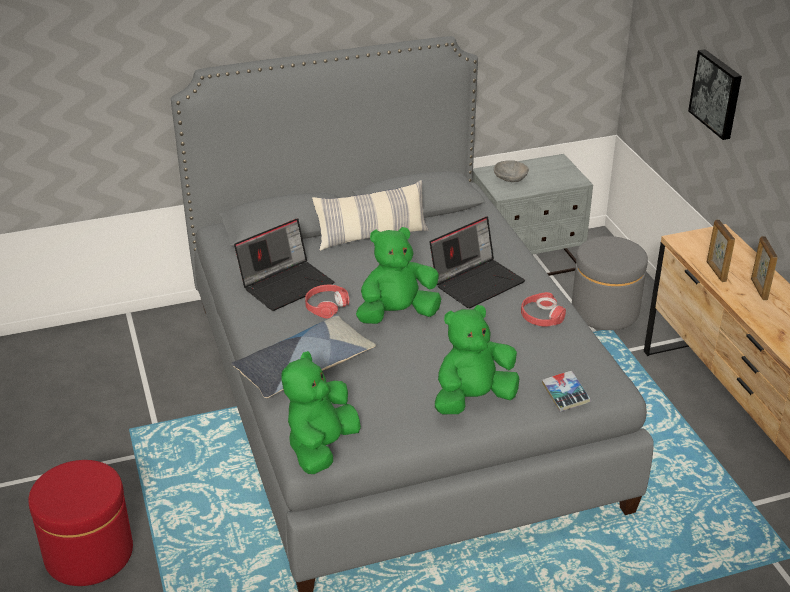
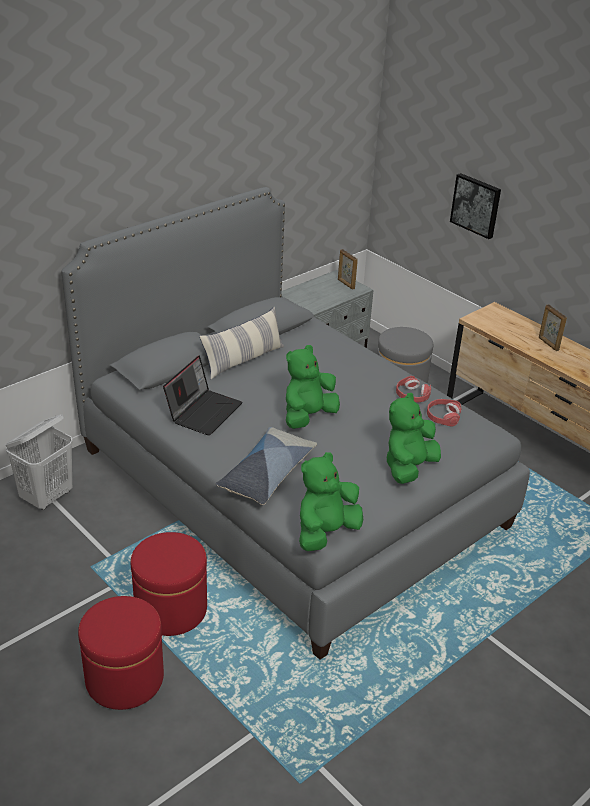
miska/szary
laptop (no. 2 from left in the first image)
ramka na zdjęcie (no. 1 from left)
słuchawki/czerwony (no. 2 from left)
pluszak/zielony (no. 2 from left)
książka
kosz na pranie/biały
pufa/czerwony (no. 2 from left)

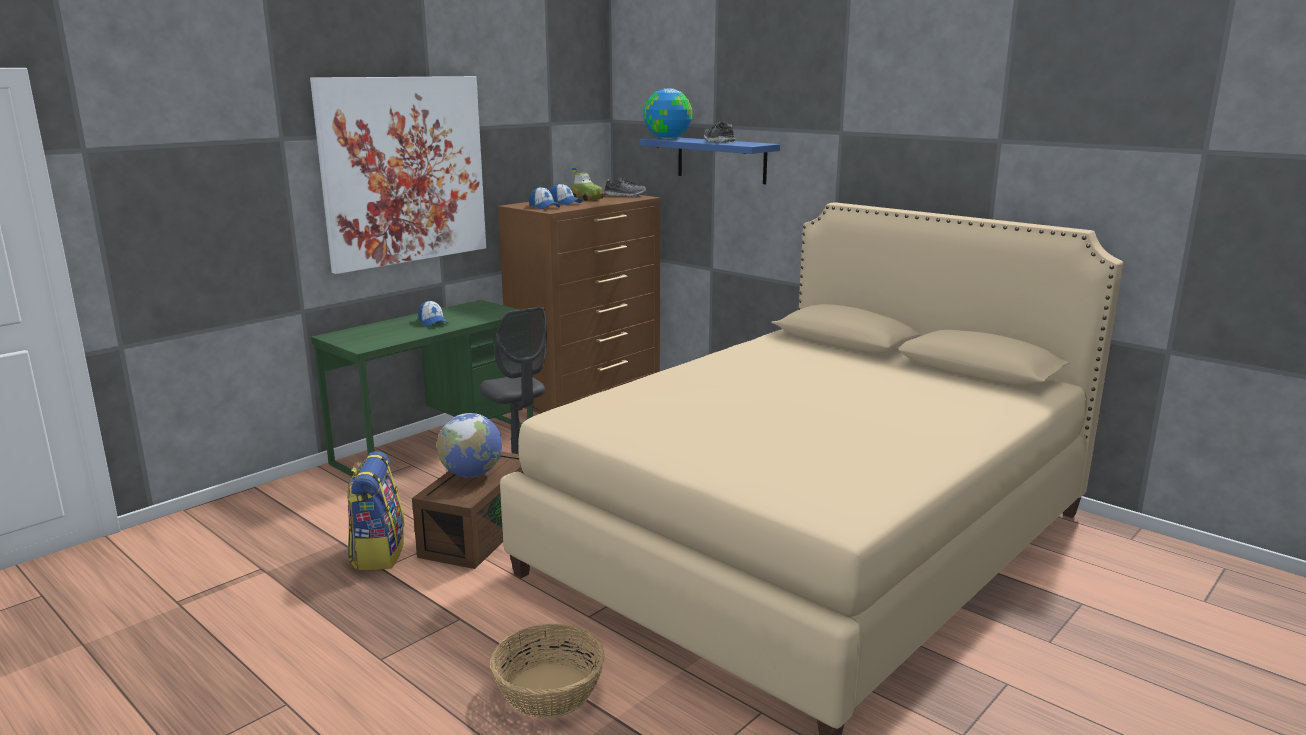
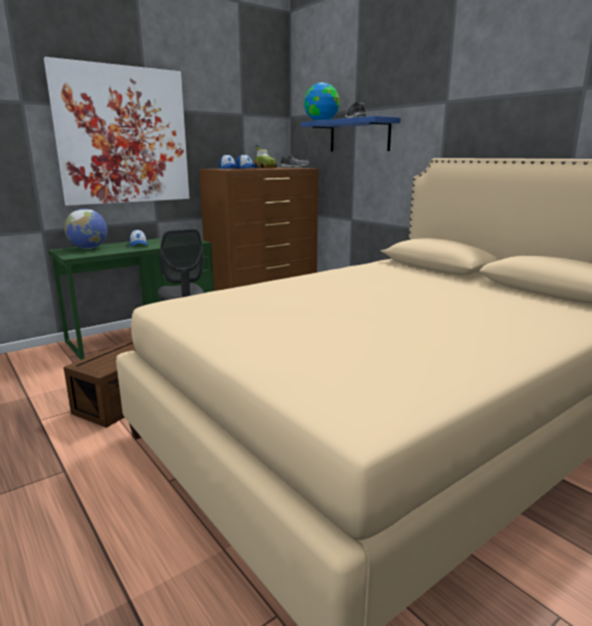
globus (no. 1 from left)
plecak
koszyk

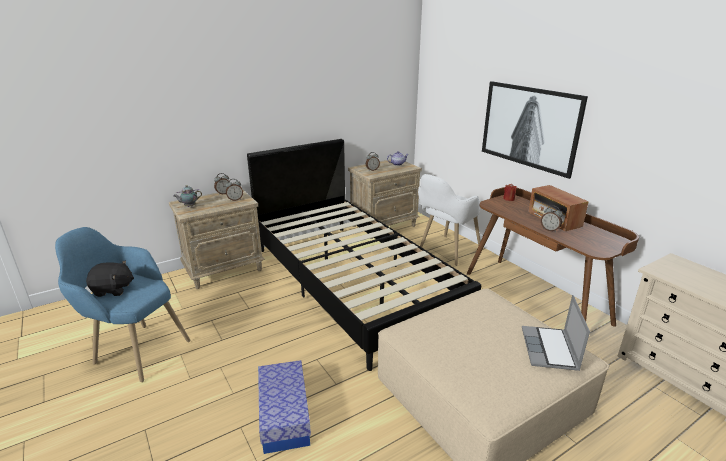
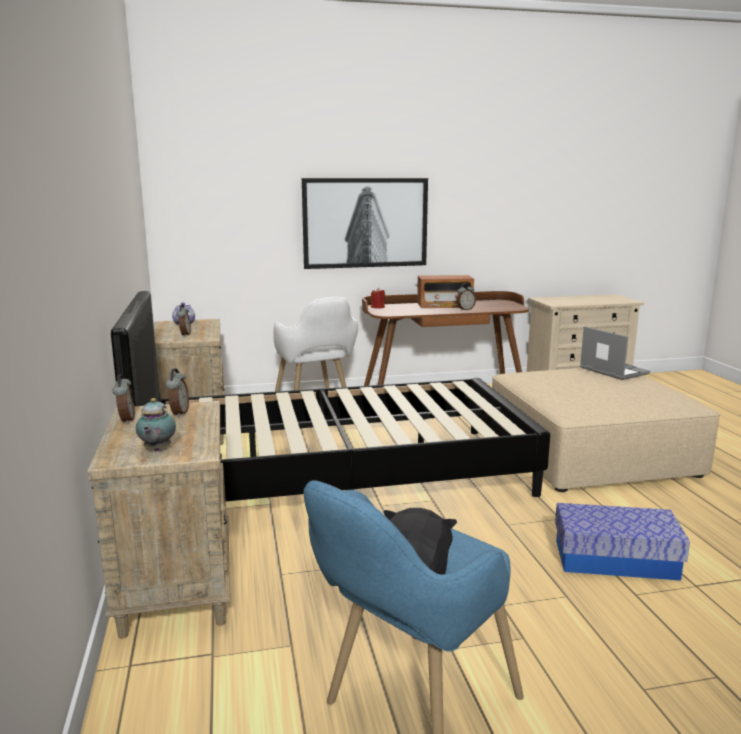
laptop

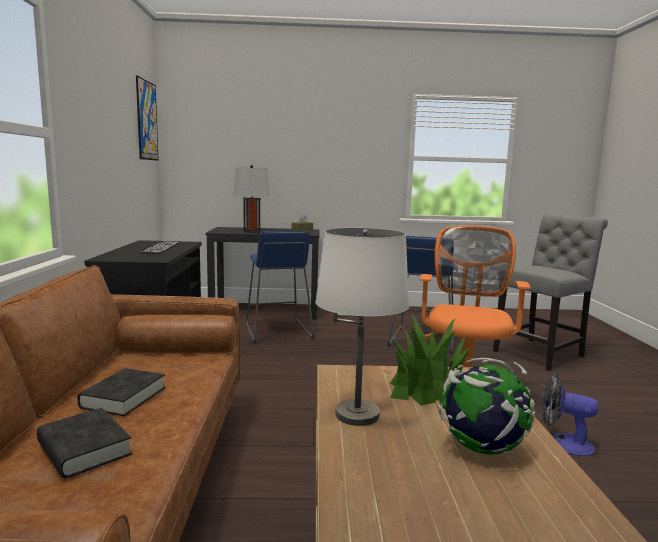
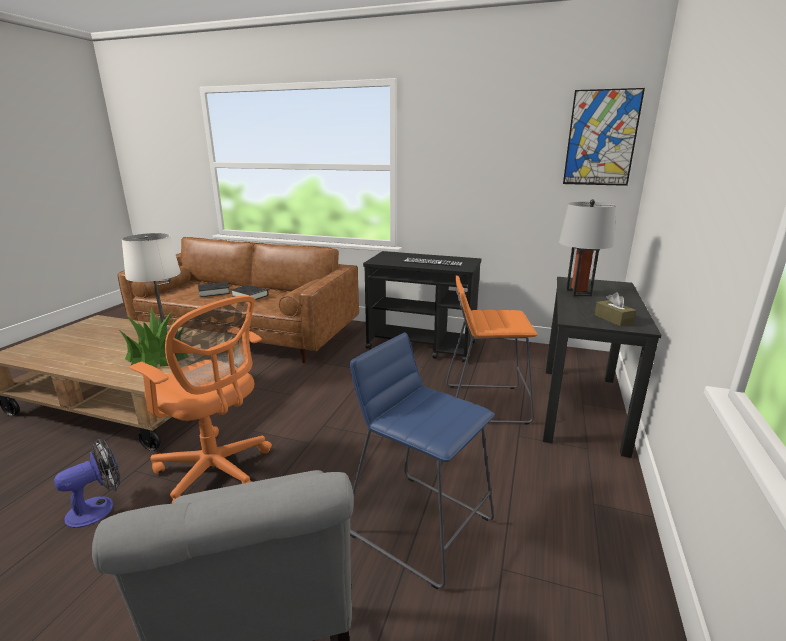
stołek/pomarańczowy
globus

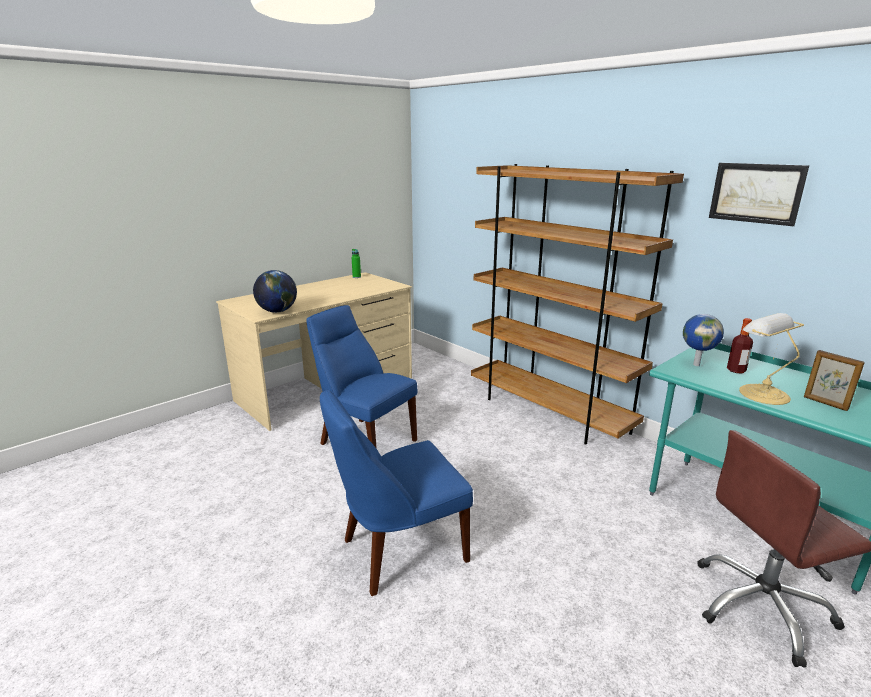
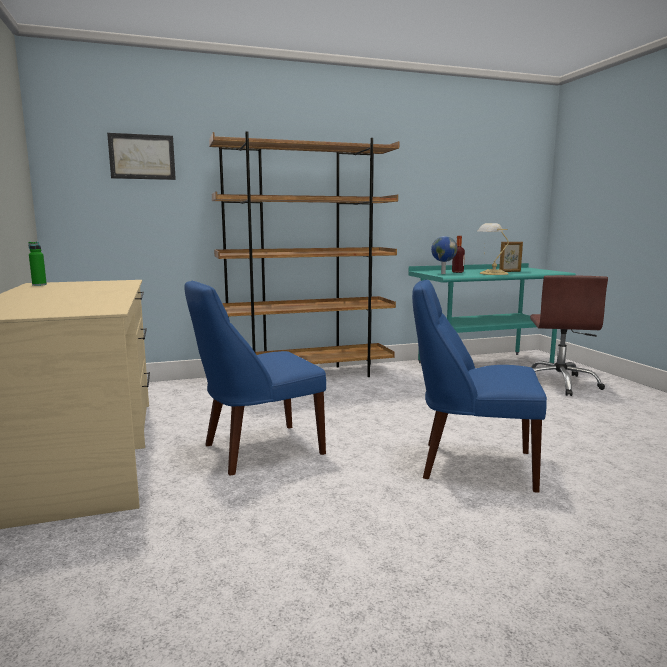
obraz
globus (no. 1 from left in the first image)
krzesło/niebieski (no. 2 from left)

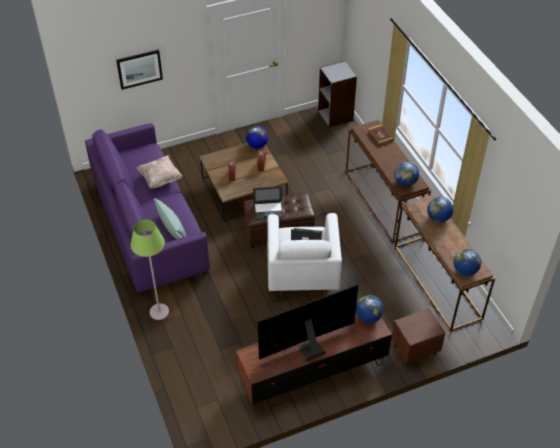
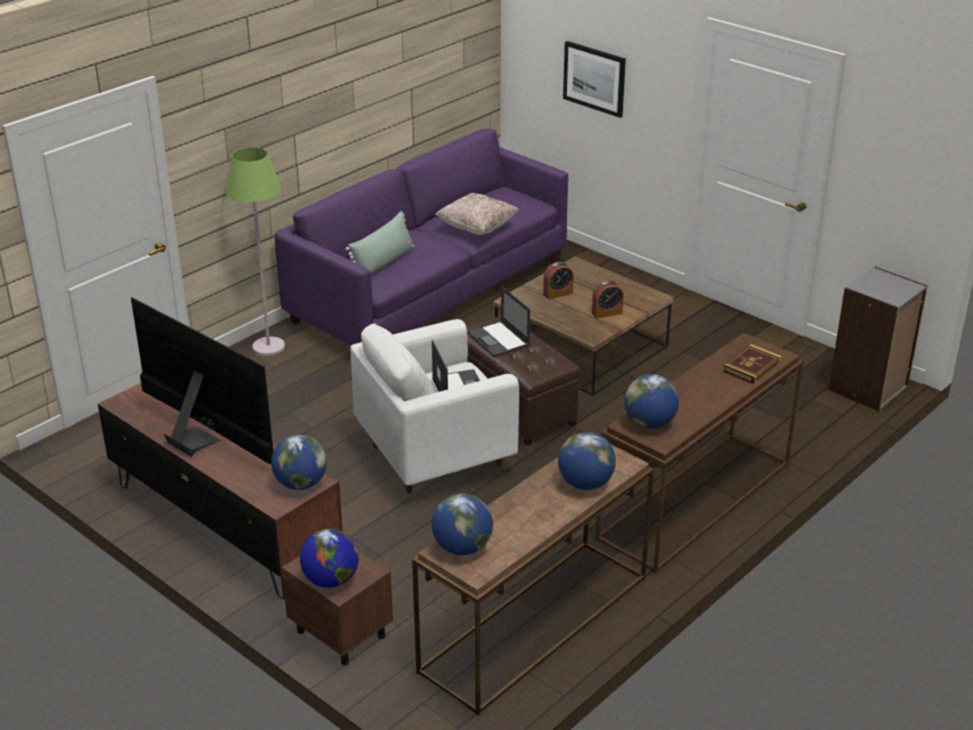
globus (no. 2 from left)

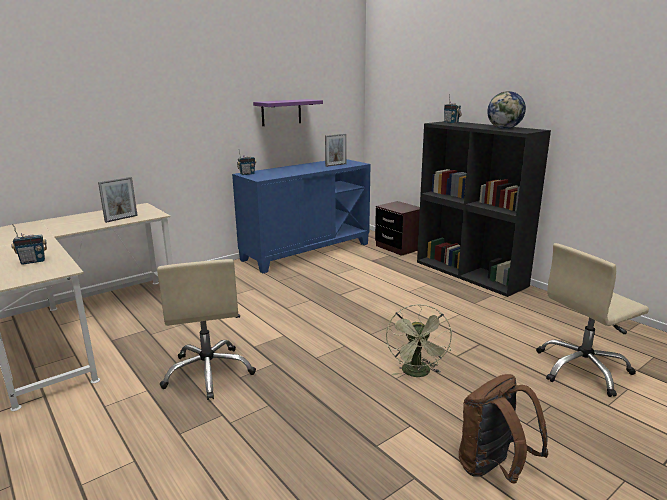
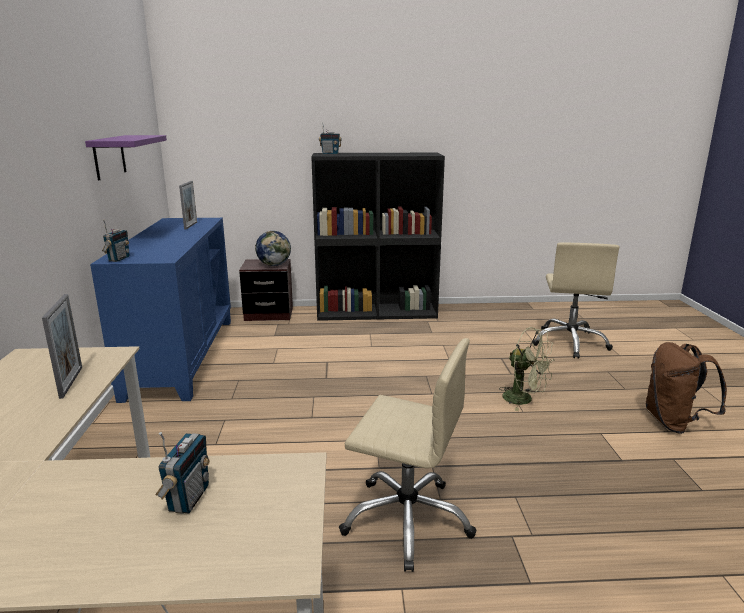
globus

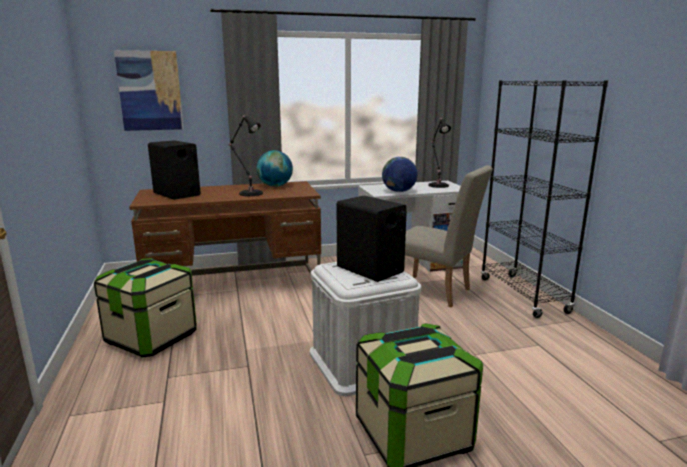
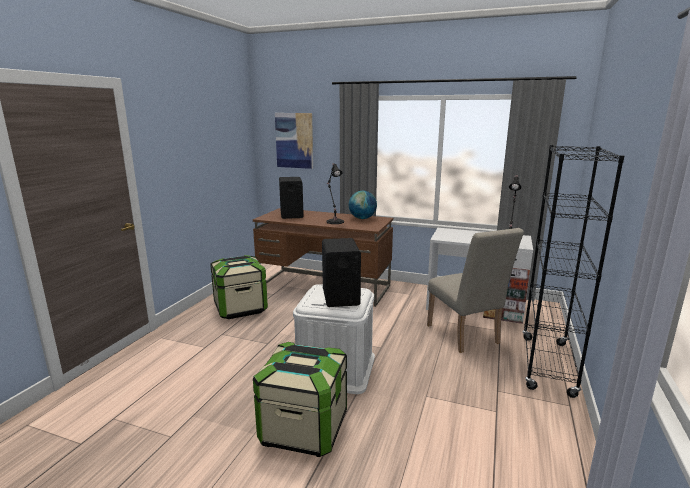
globus (no. 2 from left in the first image)

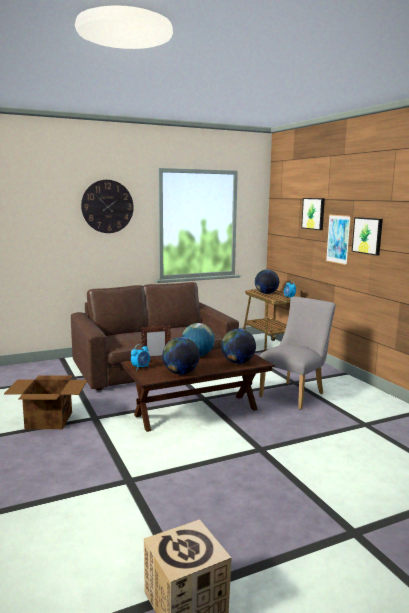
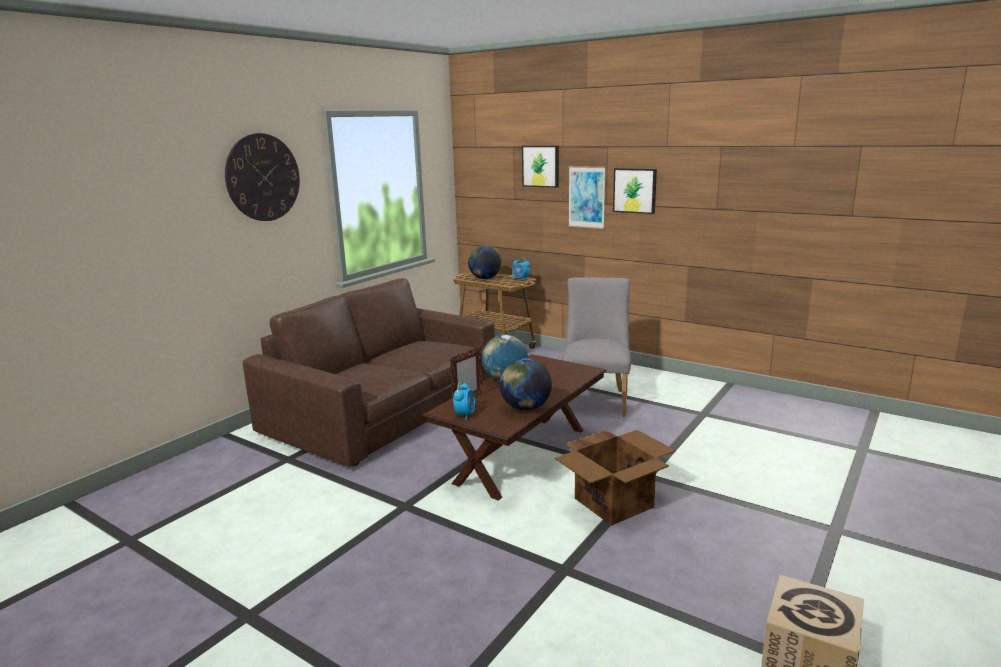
globus (no. 3 from left in the first image)
karton (no. 1 from left)

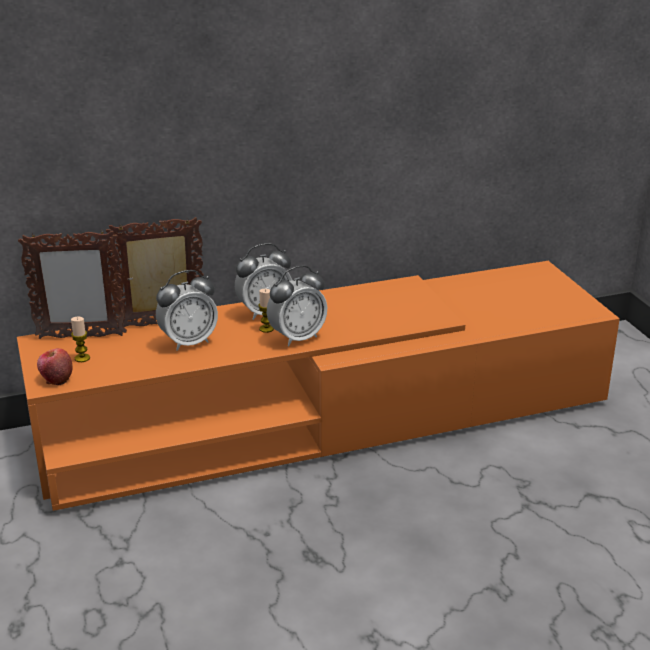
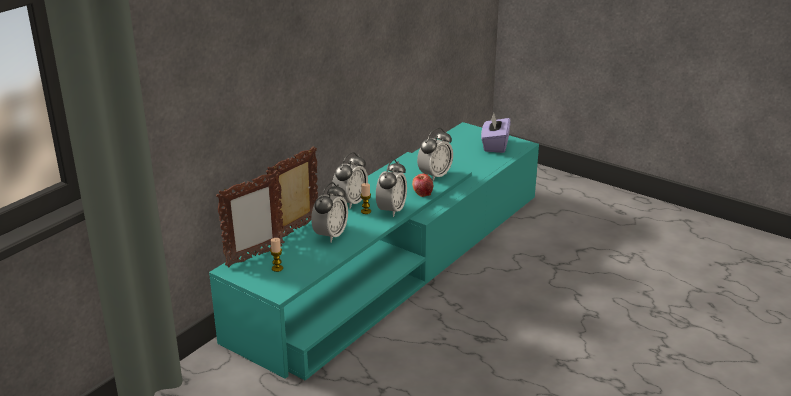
szafka pod telewizor/turkusowy
jabłko
pudełko chusteczek/fioletowy
budzik (no. 4 from left)

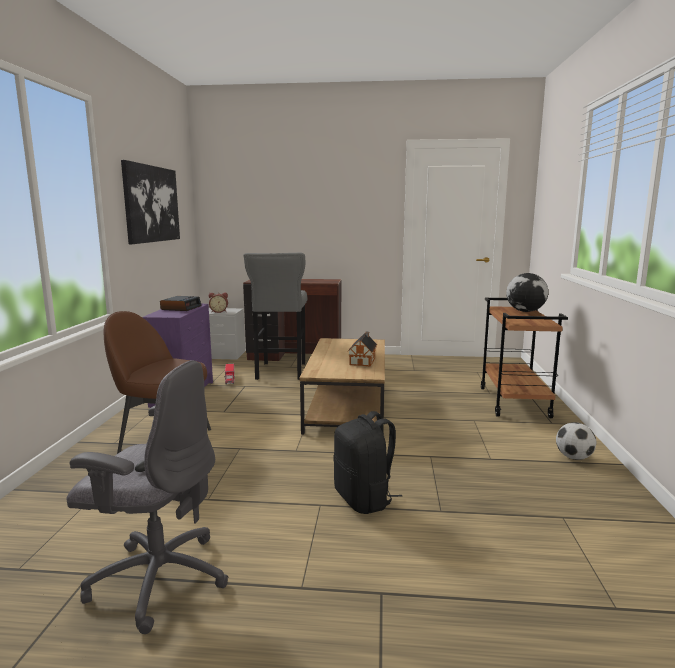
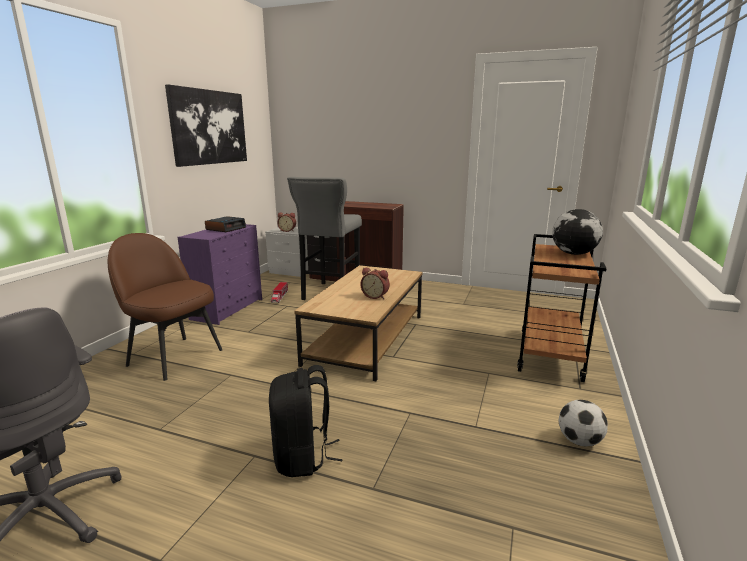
budzik (no. 3 from left)

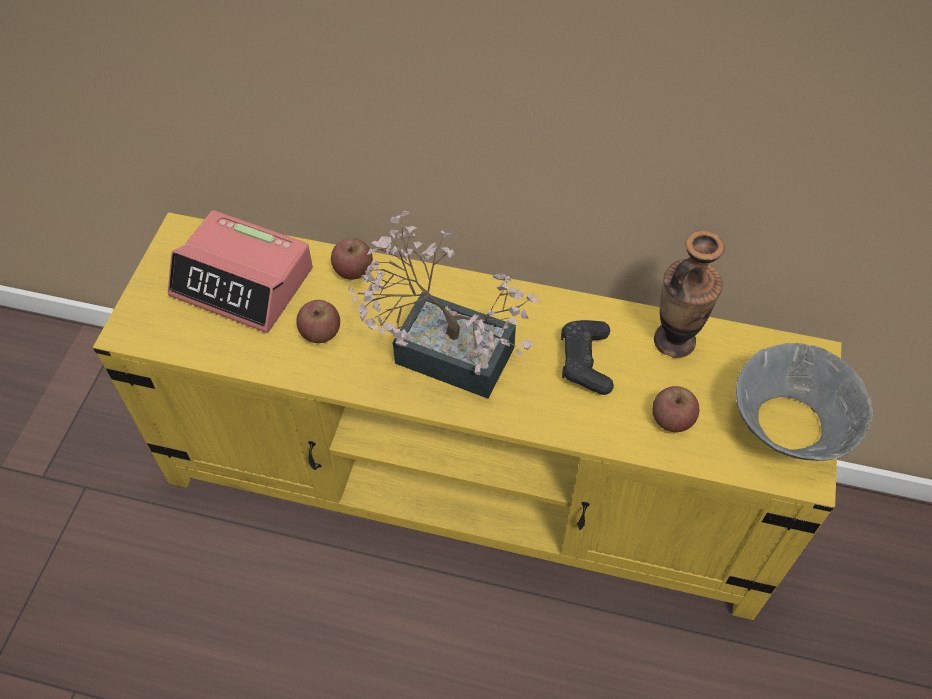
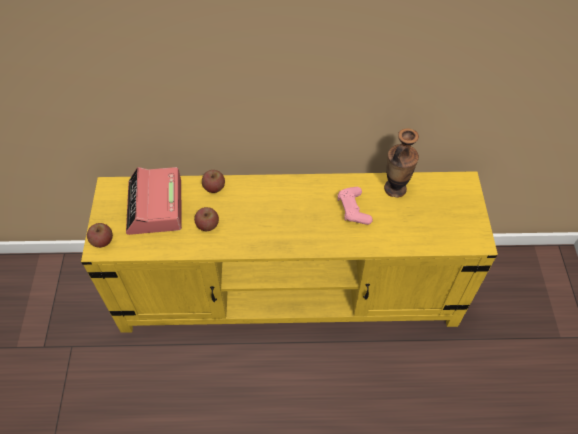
budzik
roślina doniczkowa
pad do gier/różowy
miska/szary
jabłko (no. 1 from left)

